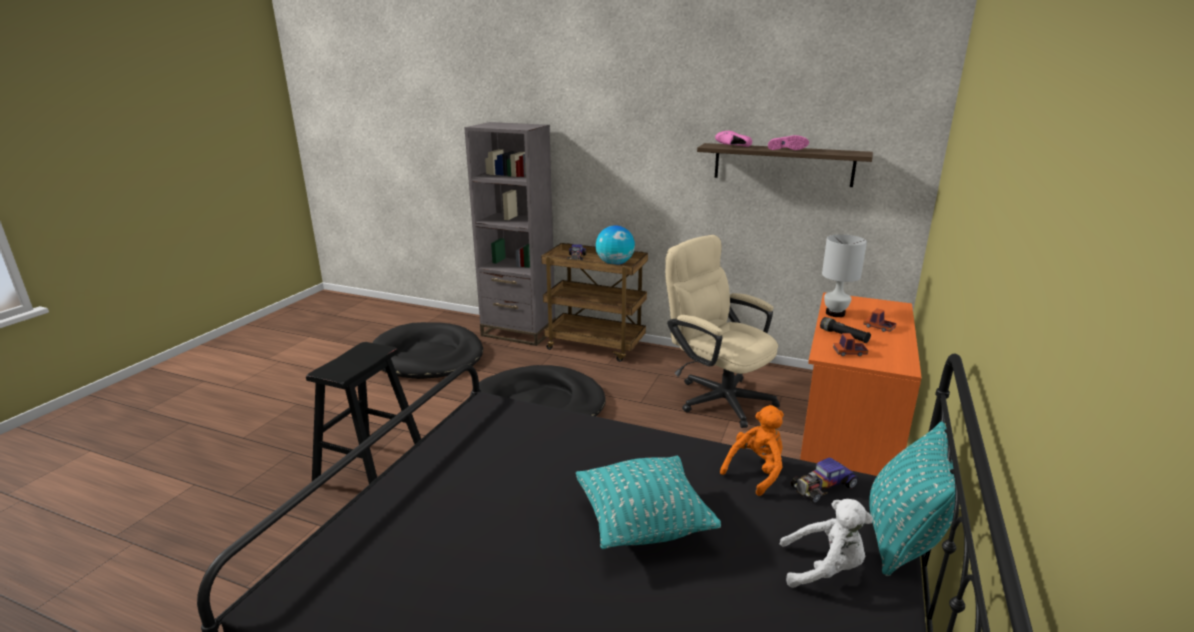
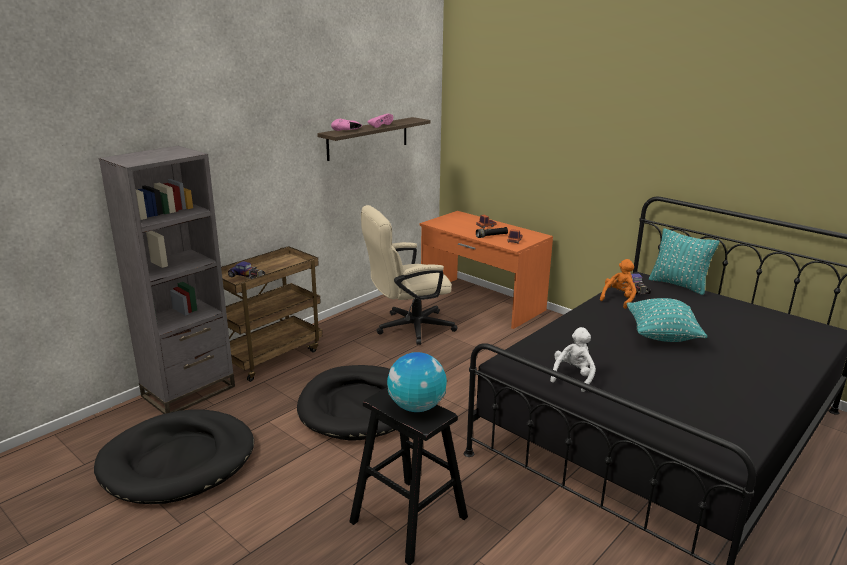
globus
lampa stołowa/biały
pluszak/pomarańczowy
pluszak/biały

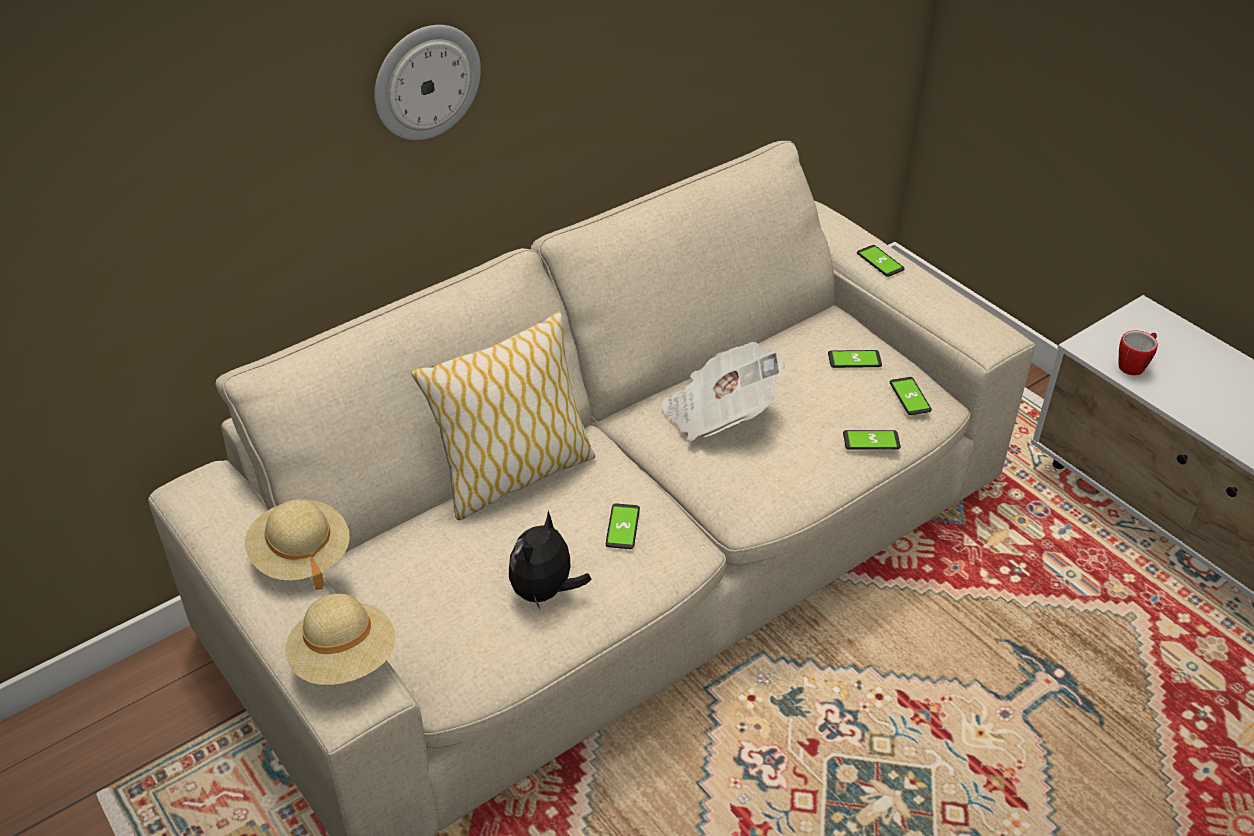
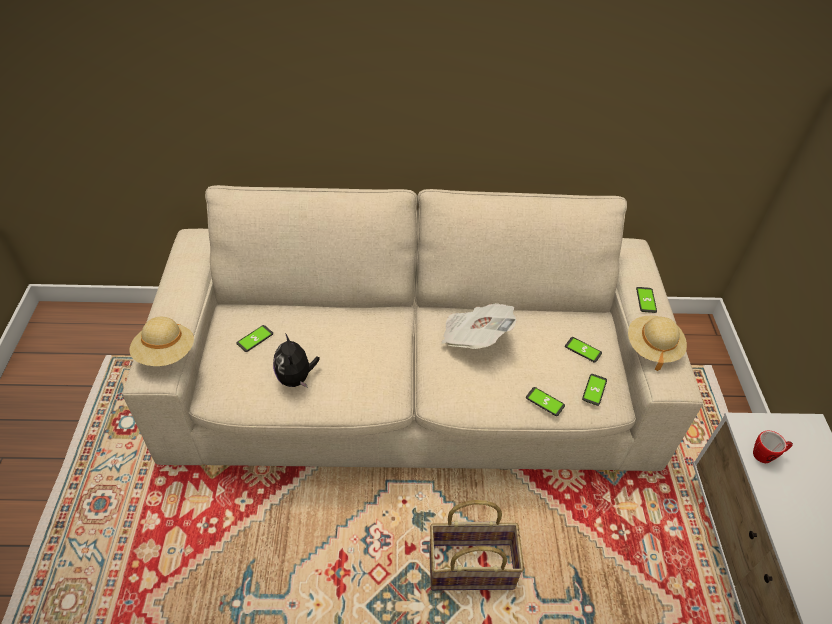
zegar ścienny
poduszka
kapelusz/beżowy (no. 2 from left)
telefon (no. 1 from left)
pluszak
koszyk

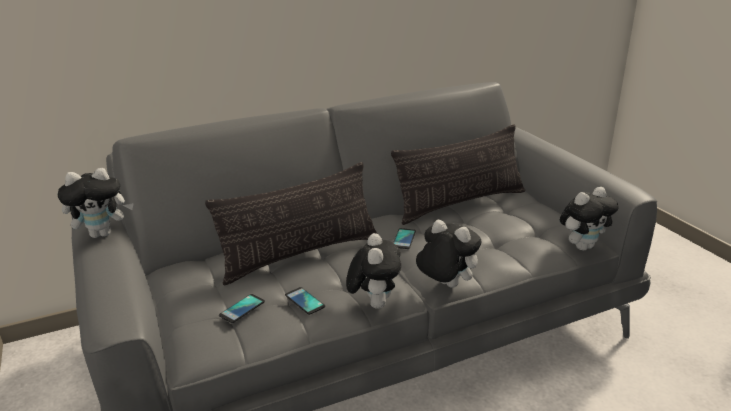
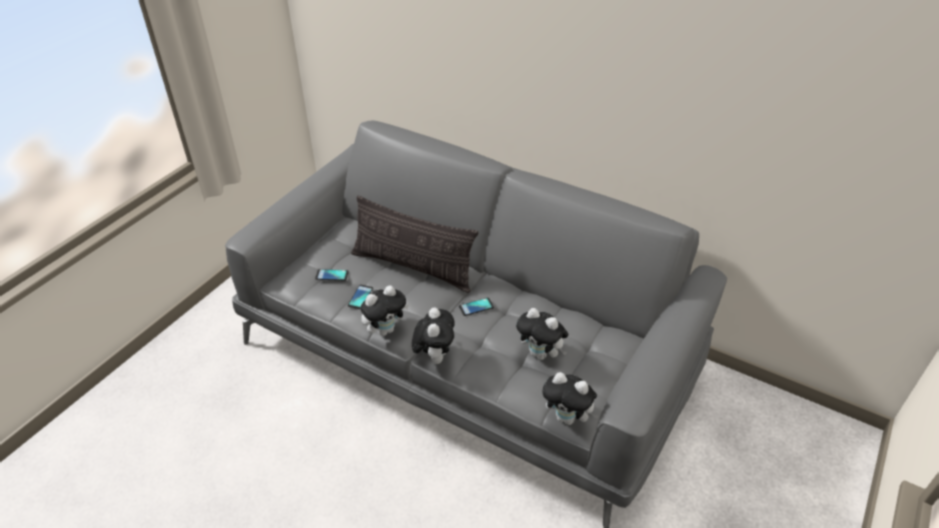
poduszka (no. 2 from left in the first image)
pluszak (no. 3 from left)

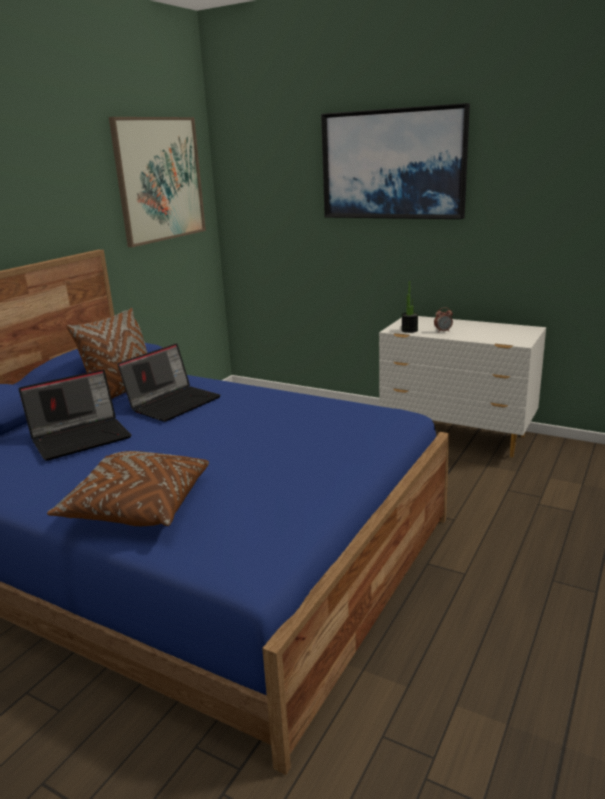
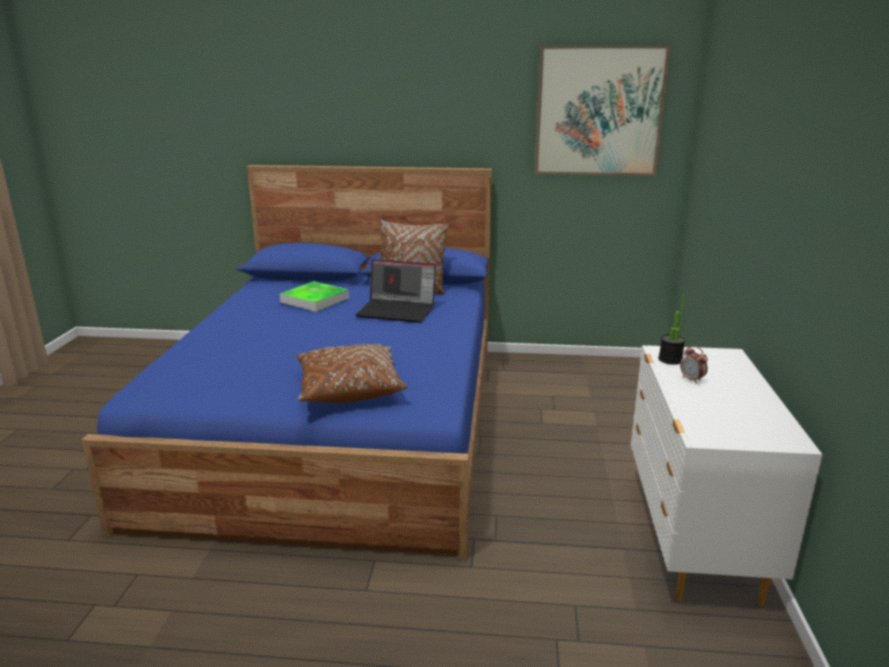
obraz (no. 2 from left in the first image)
taca
poduszka/brązowy (no. 1 from left)

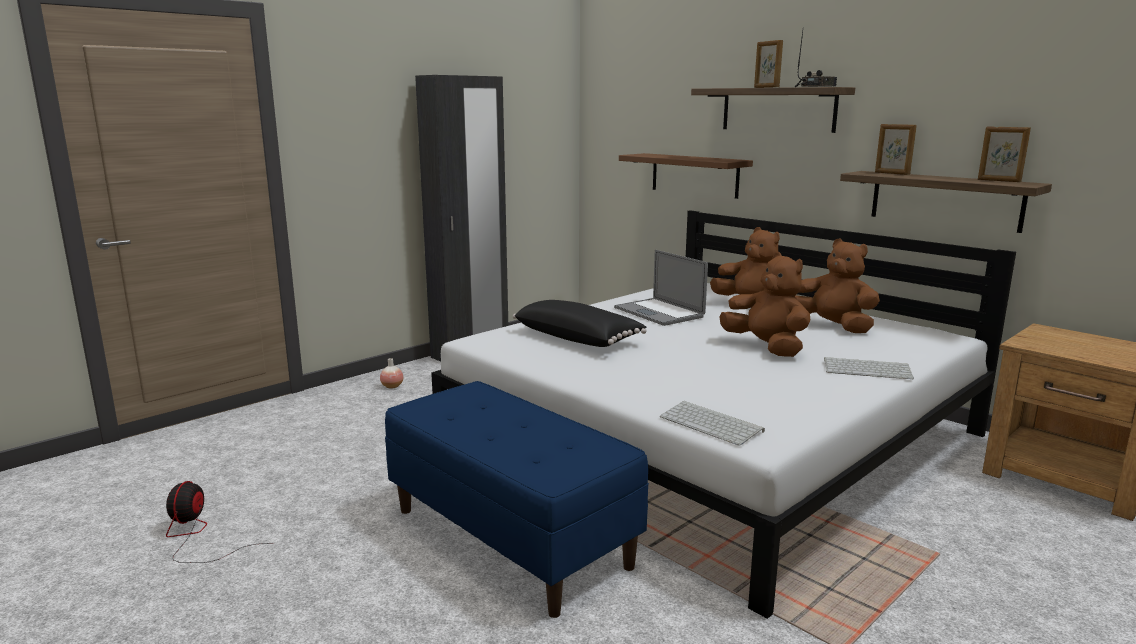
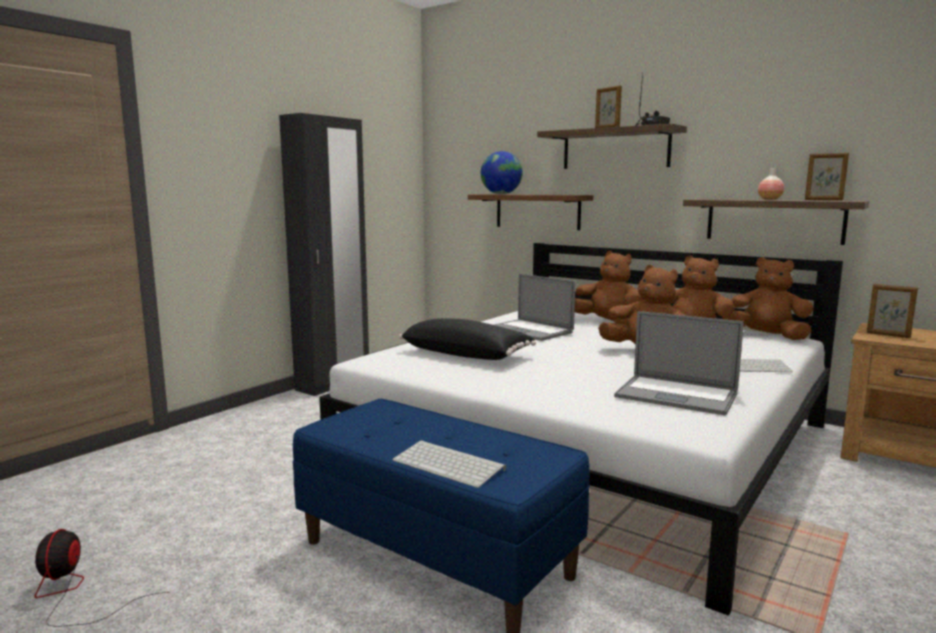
ramka na zdjęcie (no. 3 from left)
wazon
klawiatura (no. 1 from left)
globus
pluszak/brązowy (no. 4 from left)
laptop (no. 2 from left)

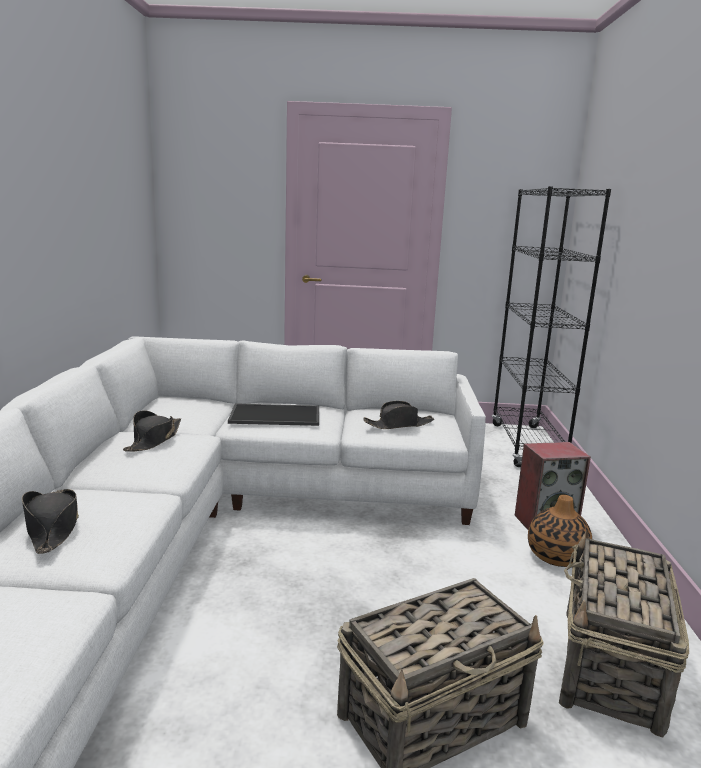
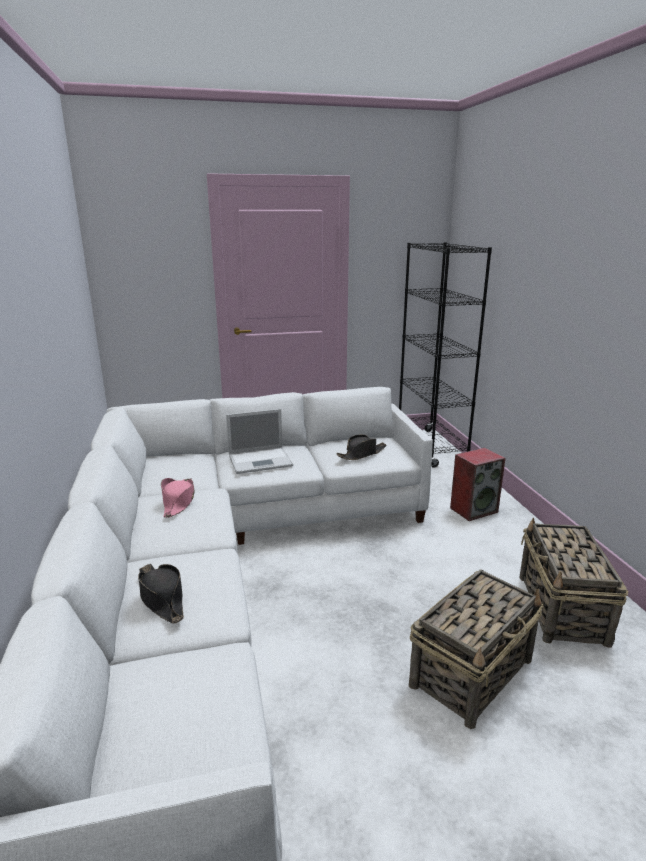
laptop
kapelusz/różowy
wazon

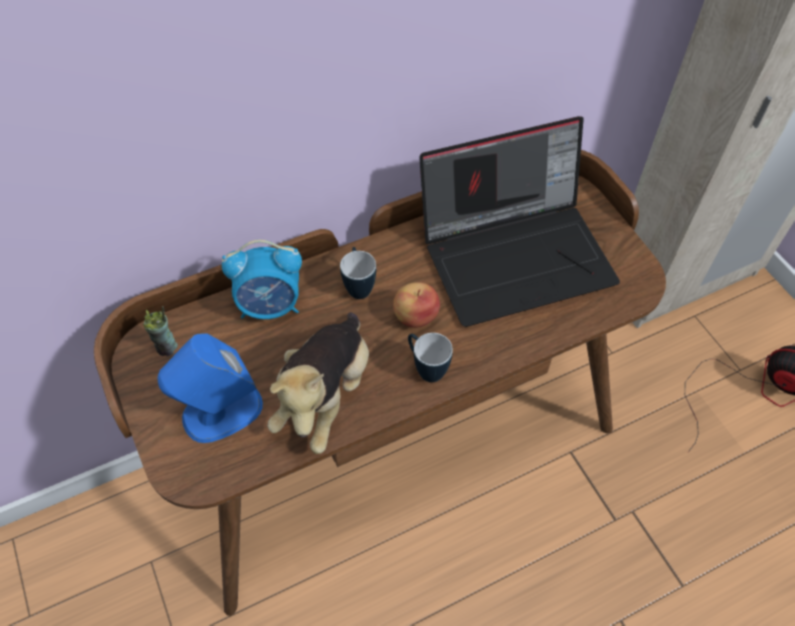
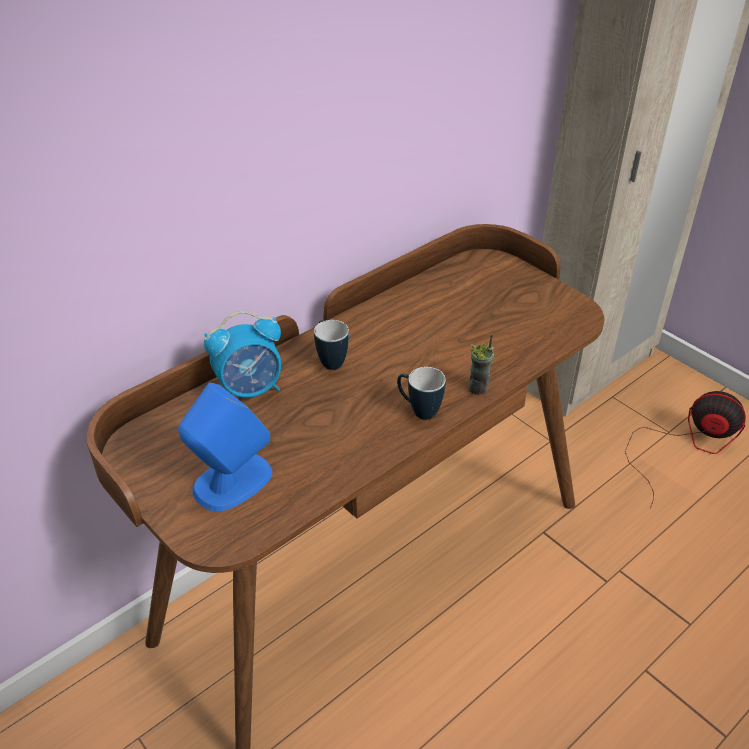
laptop
jabłko
filiżanka
pluszak

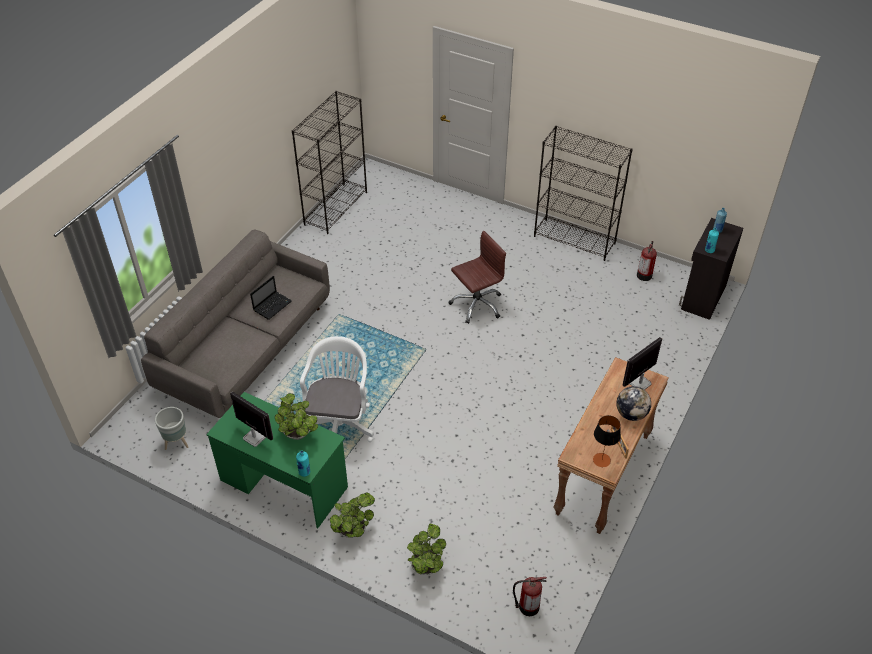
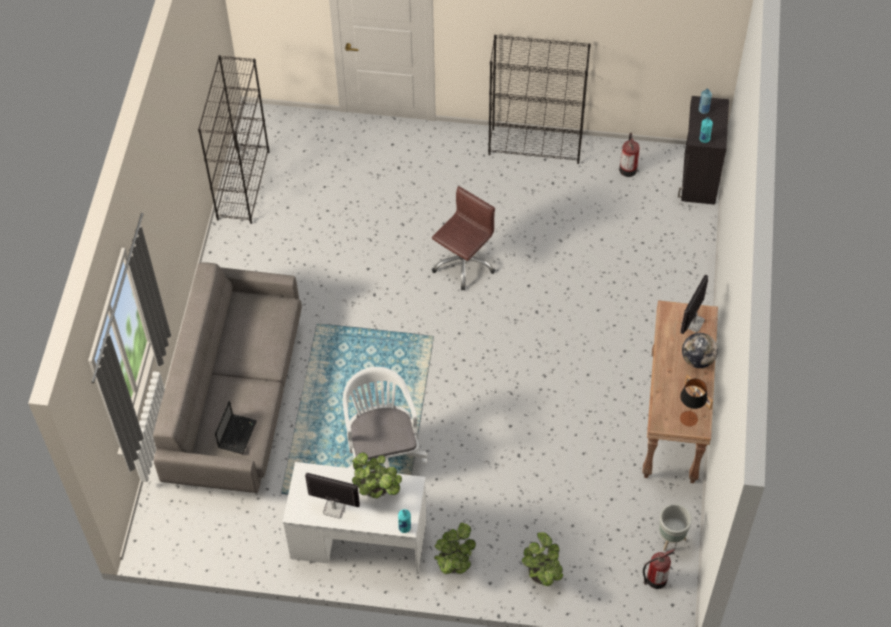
laptop
biurko/biały
donica/szary

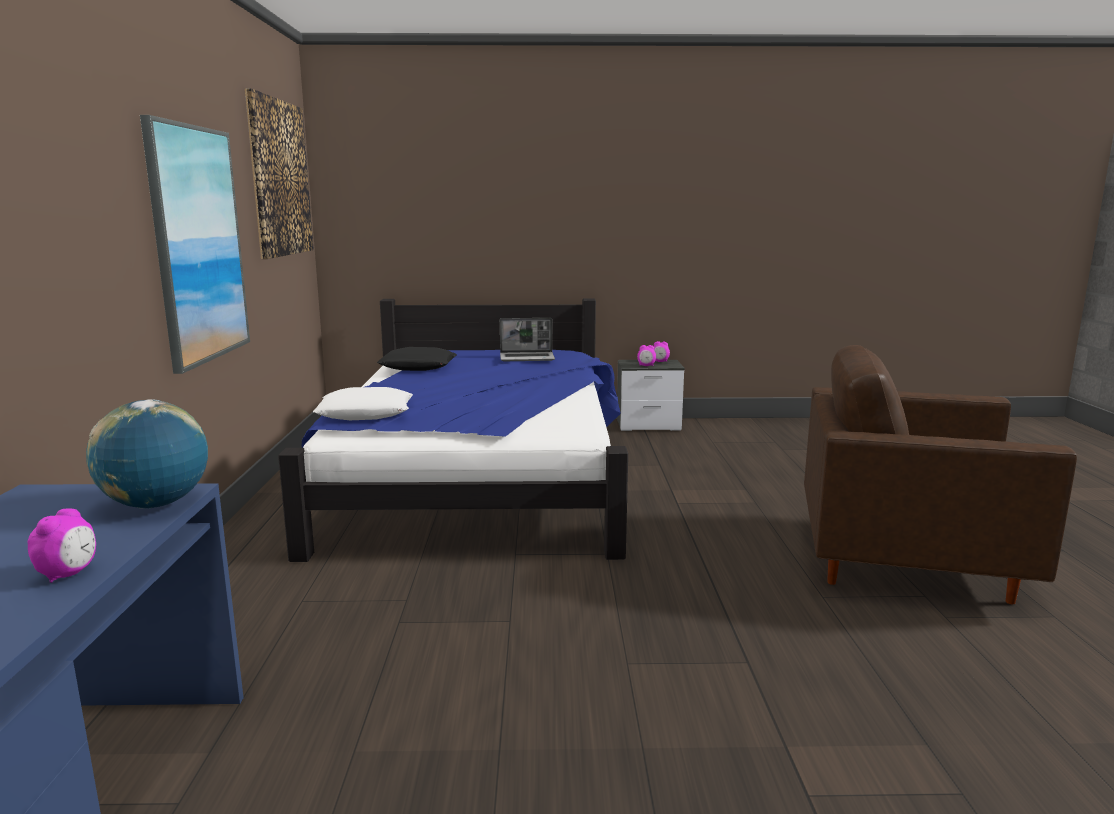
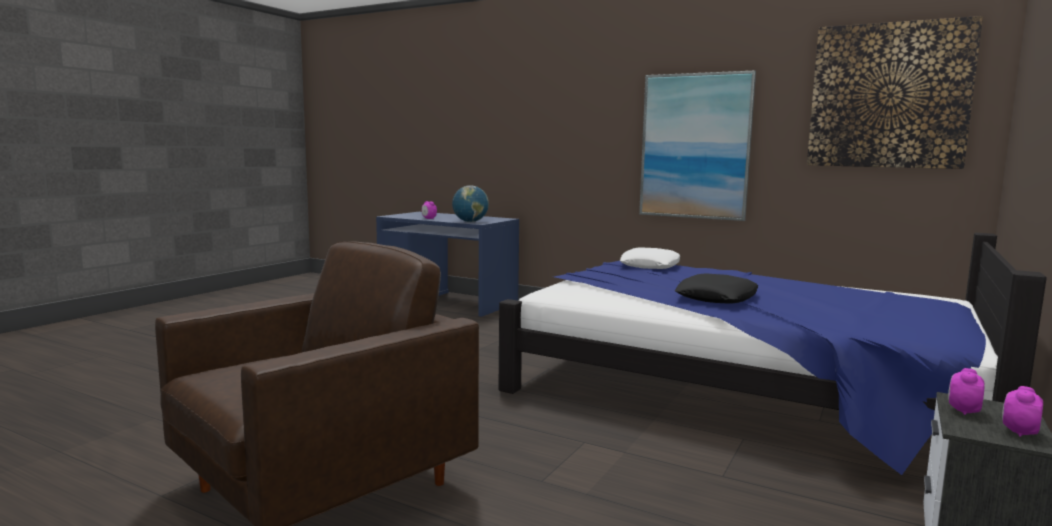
laptop
poduszka/czarny

